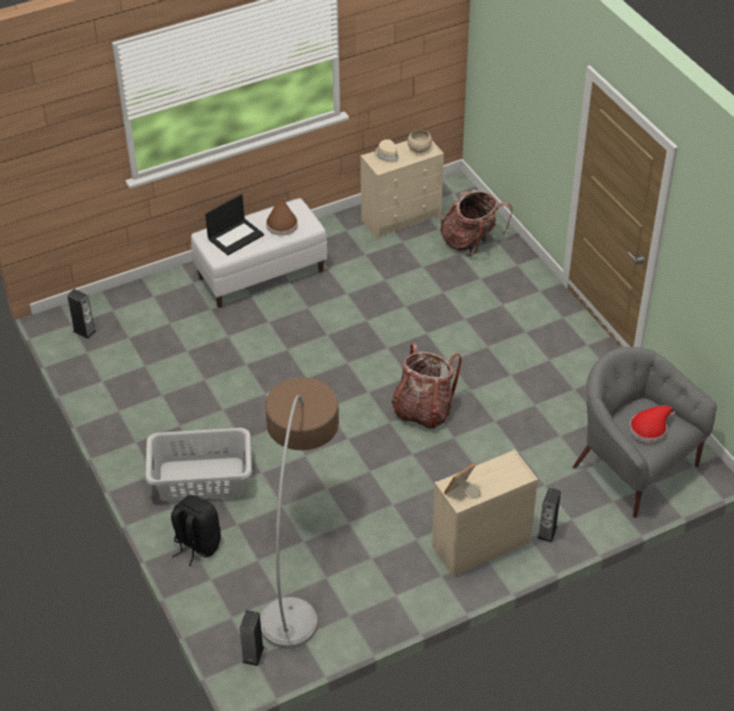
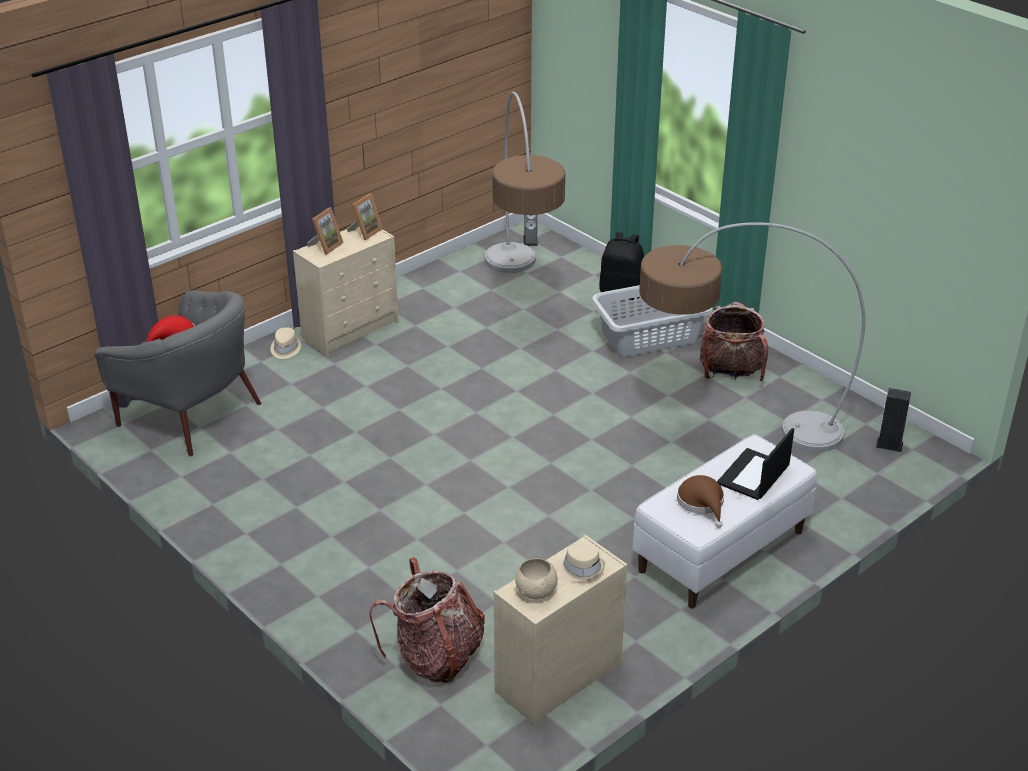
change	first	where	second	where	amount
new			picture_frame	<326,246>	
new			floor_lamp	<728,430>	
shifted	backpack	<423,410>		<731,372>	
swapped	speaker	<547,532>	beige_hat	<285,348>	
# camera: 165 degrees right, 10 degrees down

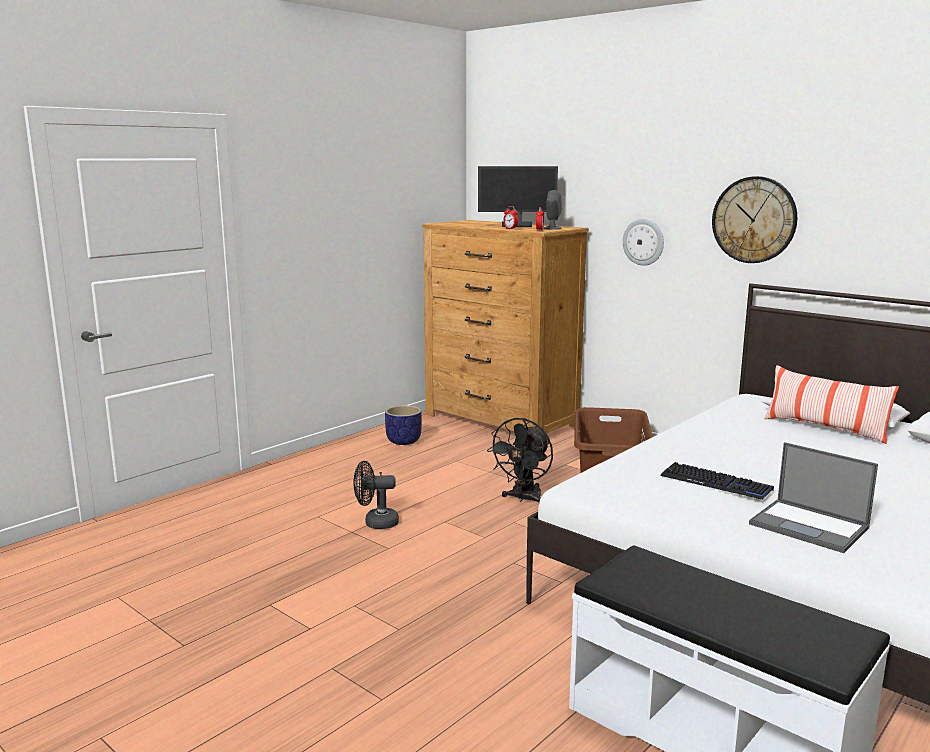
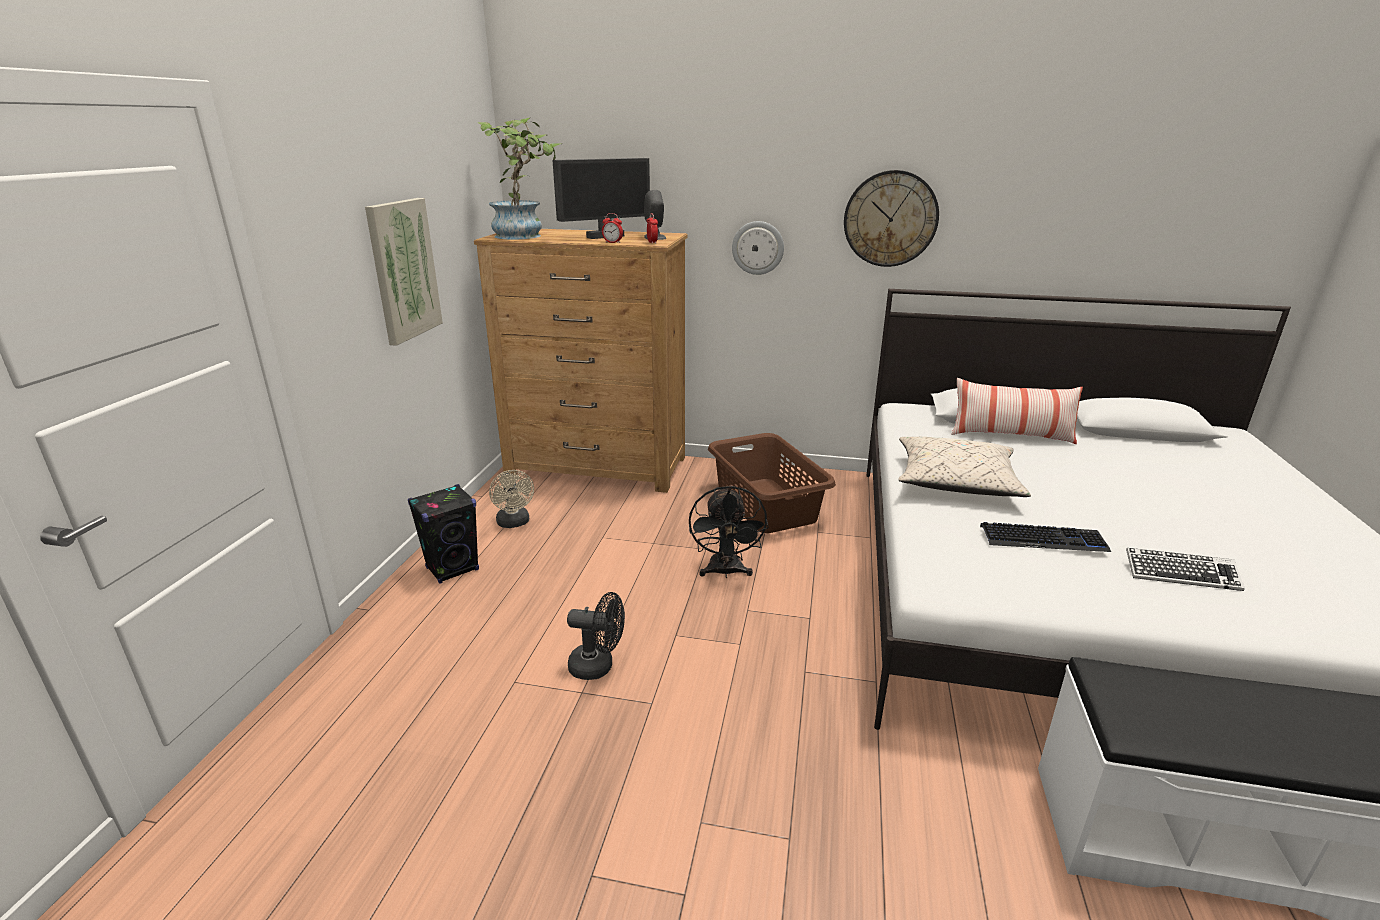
change	first	where	second	where	amount
new			picture	<403,270>	
new			black_speaker	<453,569>	
new			potted_plant	<524,235>	
new			beige_pillow	<955,482>	
swapped	planter	<404,441>	beige_fan	<514,523>	
swapped	laptop	<810,526>	keyboard	<1180,574>	
rotated	black_fan	<375,523>		<598,666>	135 degrees counterclockwise
# camera: 30 degrees left, 10 degrees up

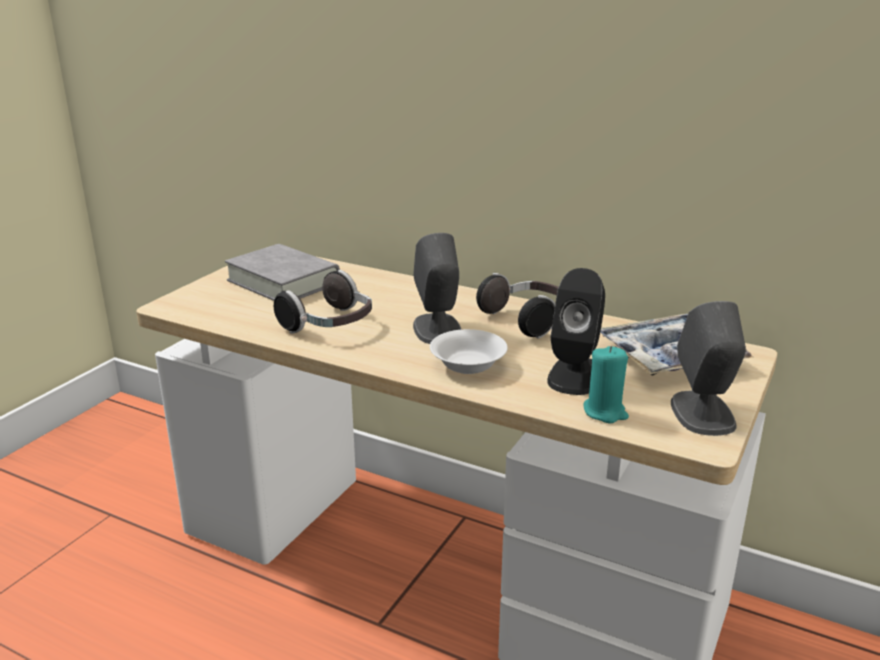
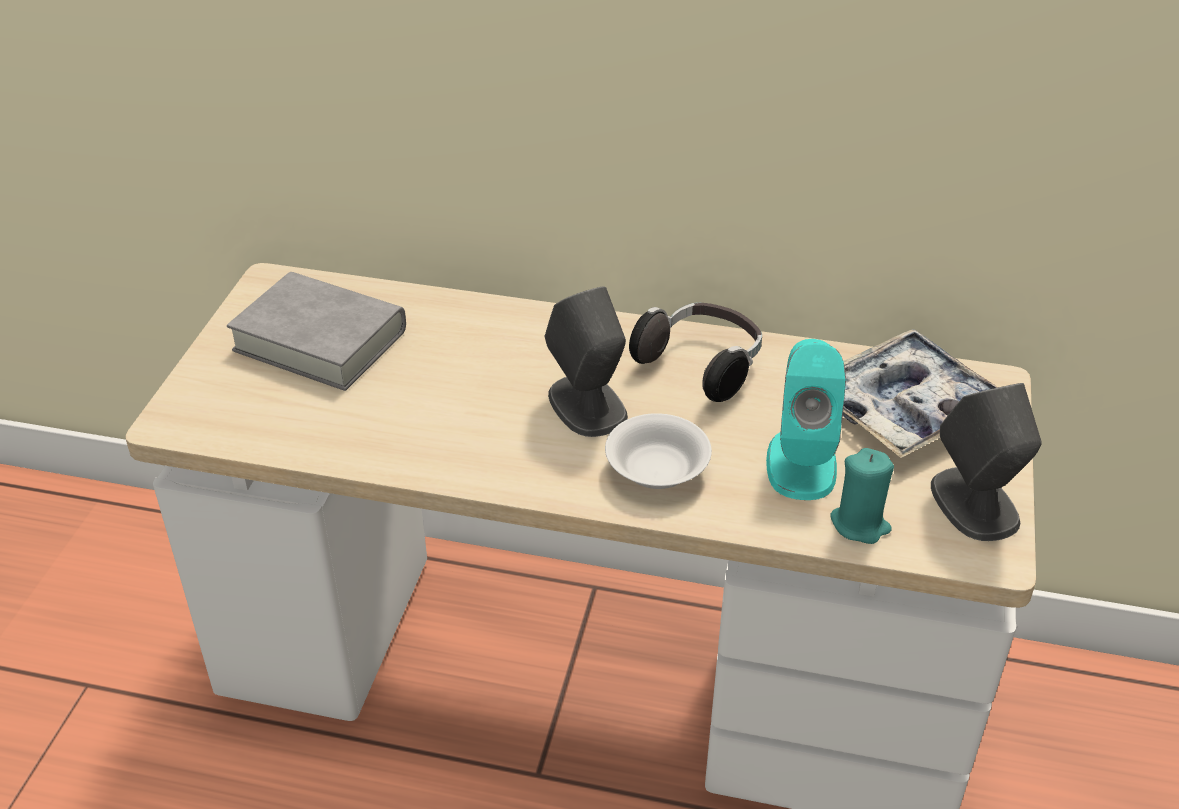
change	first	where	second	where	amount
gone	headphones	<330,325>			
repainted	black_speaker	<576,375>	turquoise_speaker	<801,463>	
# camera: 15 degrees left, 15 degrees up

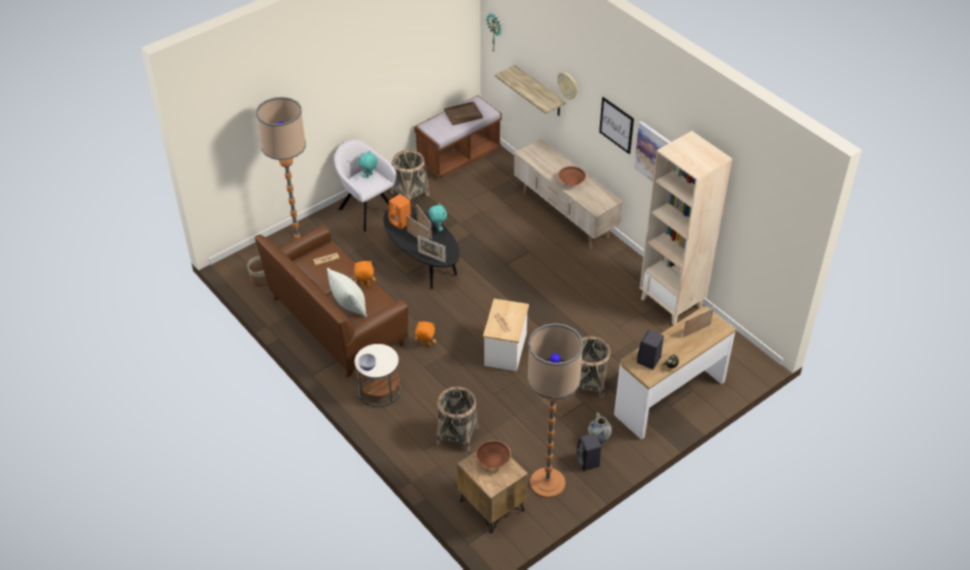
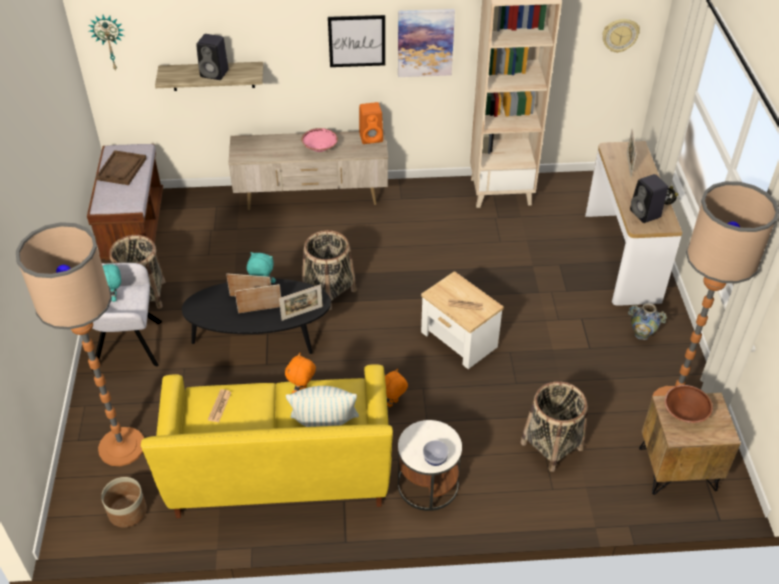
change	first	where	second	where	amount
shifted	orange_speaker	<401,222>		<372,137>	
shifted	wall_clock	<568,85>		<620,35>	
shifted	basket	<588,384>		<329,291>	
shifted	black_speaker	<588,462>		<215,73>	
repainted	brown_sofa	<336,322>	yellow_sofa	<279,469>	
repainted	brown_bowl	<571,182>	pink_bowl	<319,147>	
# camera: 55 degrees left, 0 degrees up

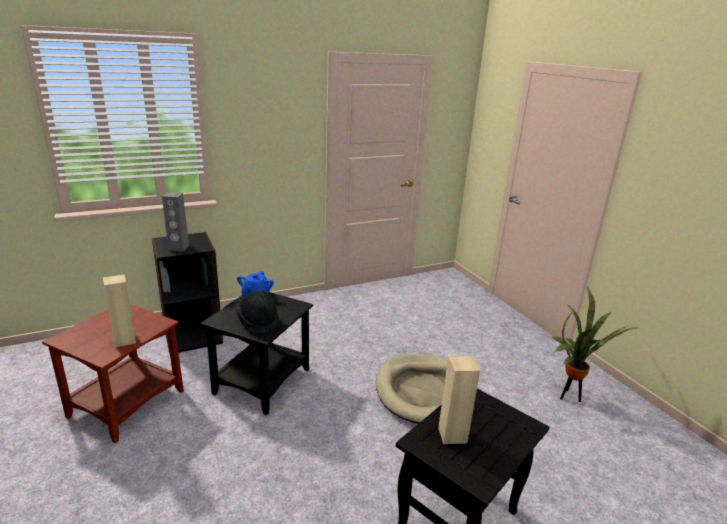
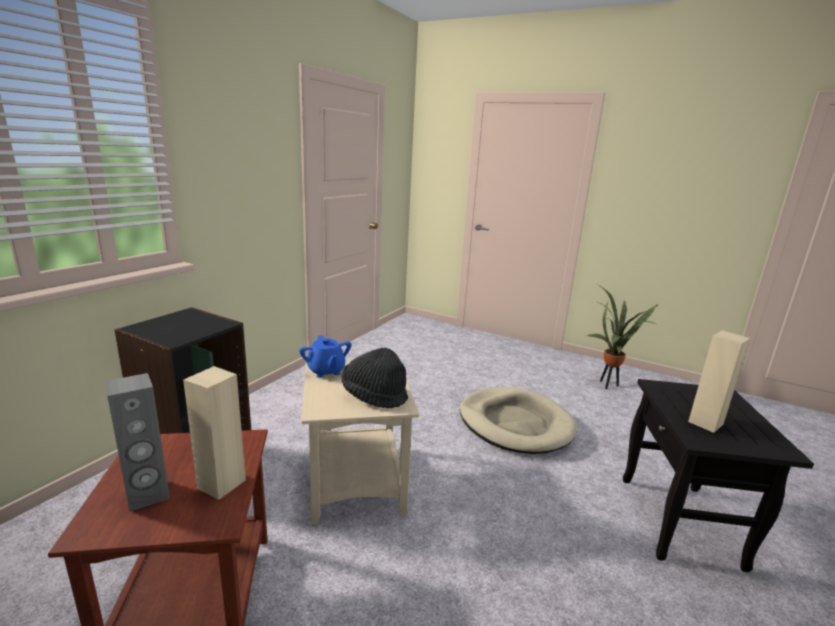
change	first	where	second	where	amount
shifted	grey_speaker	<178,248>		<148,495>	
repainted	black_side_table	<261,381>	beige_side_table	<354,481>	
# camera: 35 degrees left, 5 degrees down

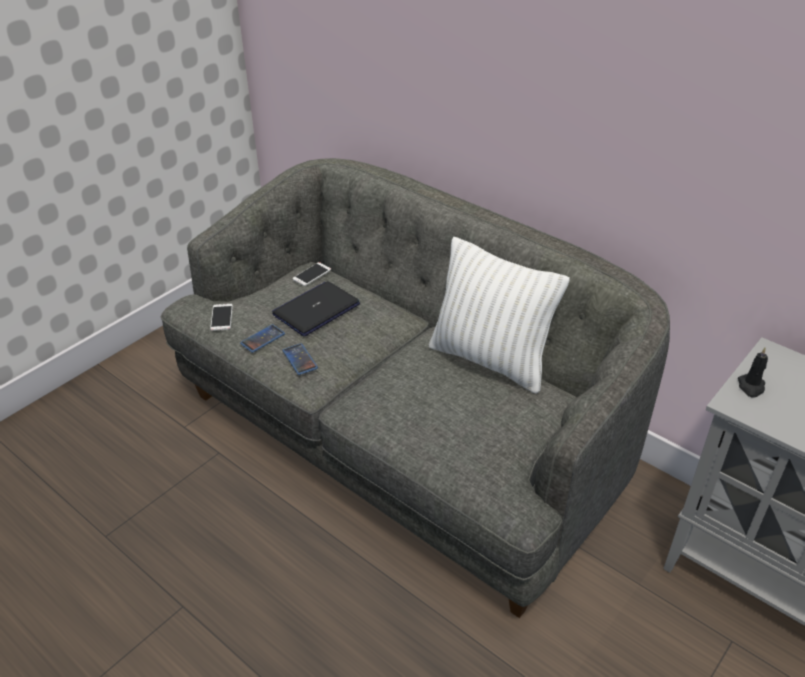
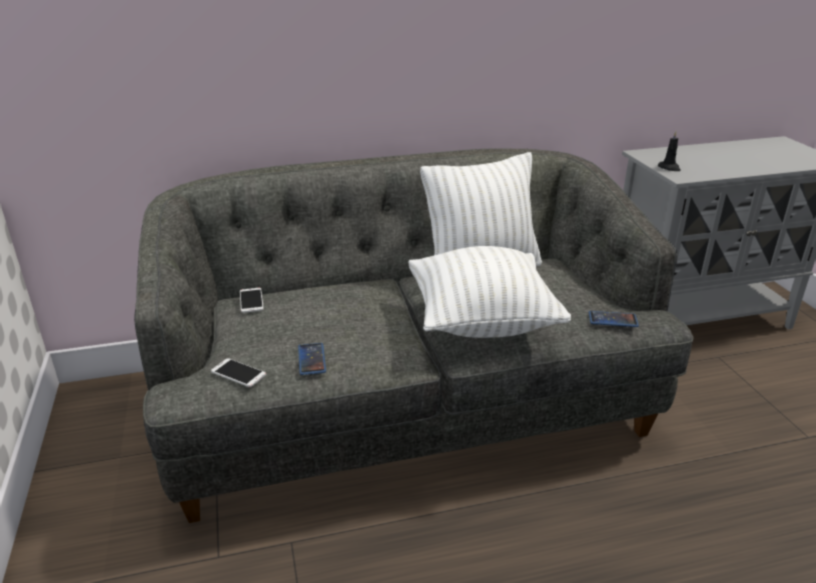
change	first	where	second	where	amount
gone	laptop	<316,309>			
new			white_pillow	<481,321>	
shifted	phone	<300,359>		<613,319>	
# camera: 55 degrees left, 10 degrees down

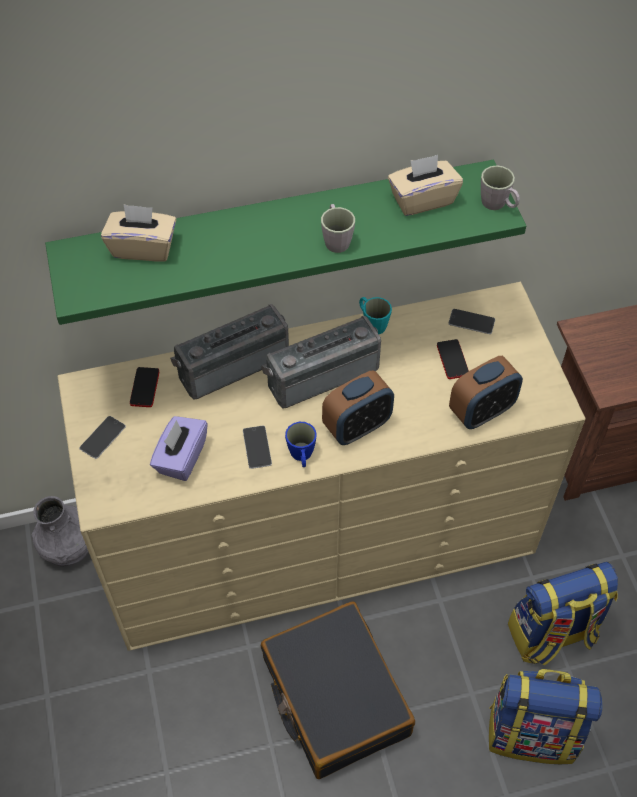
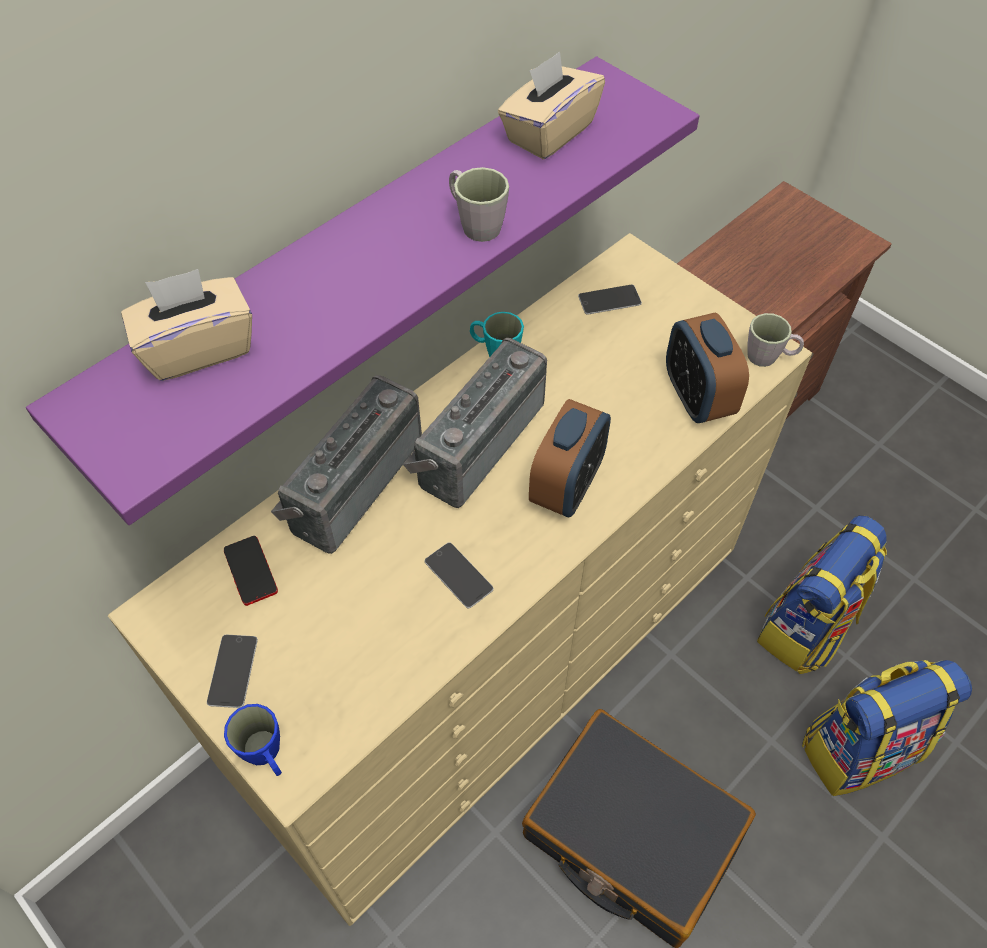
change	first	where	second	where	amount
gone	grey_vase	<68,544>			
gone	purple_tissue_box	<181,458>			
gone	phone	<452,360>			
shifted	blue_mug	<302,456>		<266,755>	
shifted	grey_mug	<498,205>		<769,357>	
repainted	green_shelf	<277,227>	purple_shelf	<358,253>	
rotated	alarm_clock	<481,411>		<697,397>	135 degrees clockwise
# camera: 30 degrees left, 0 degrees up

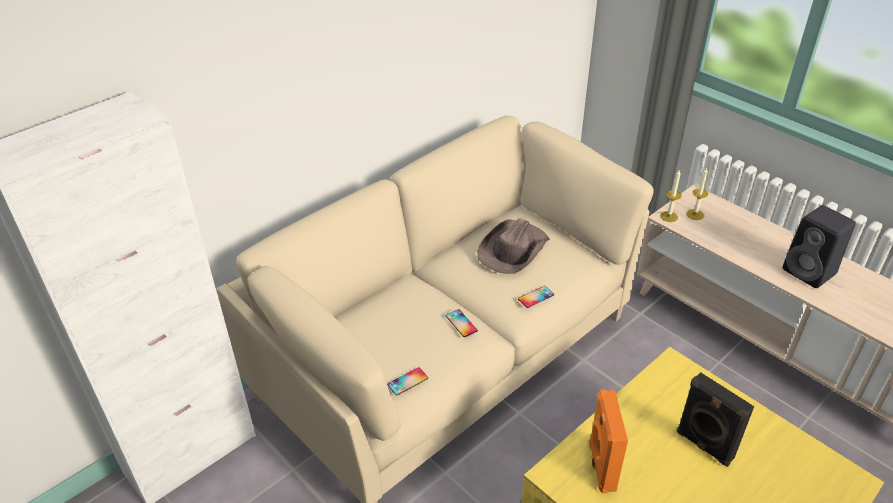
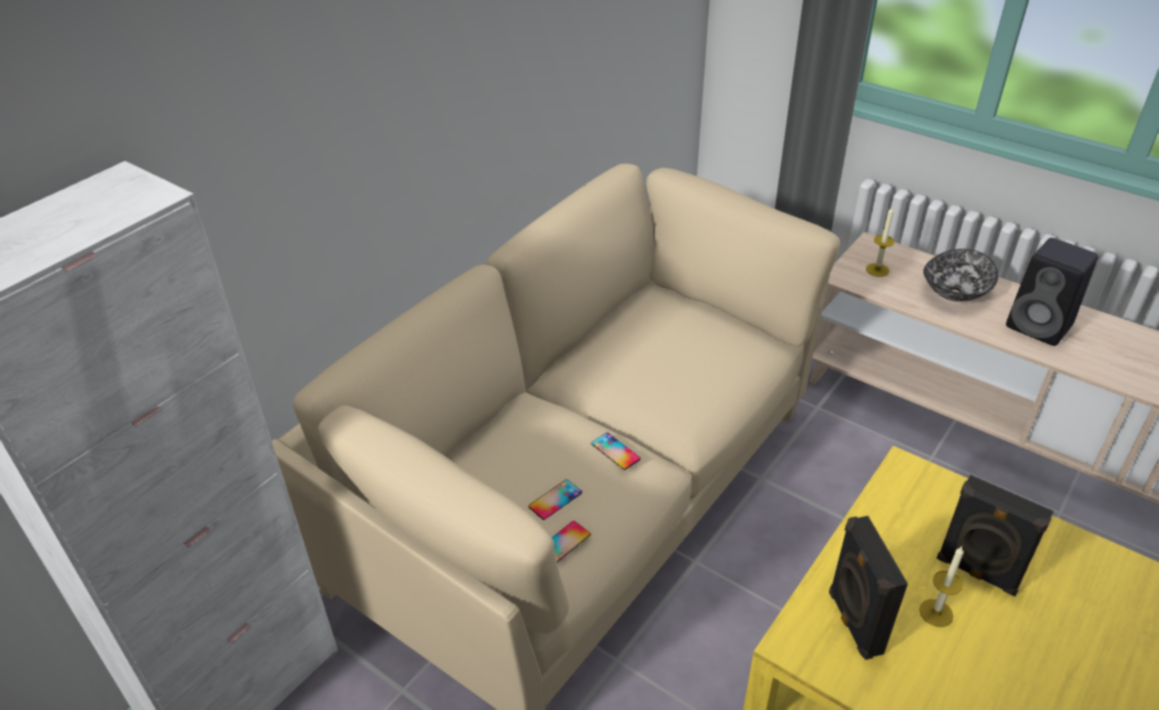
change	first	where	second	where	amount
gone	brown_hat	<513,250>			
new			bowl	<954,291>	
shifted	phone	<536,297>		<555,499>	
shifted	candle	<669,216>		<936,613>	
repainted	orange_speaker	<600,466>	black_speaker	<853,622>	
# camera: 10 degrees left, 0 degrees up

